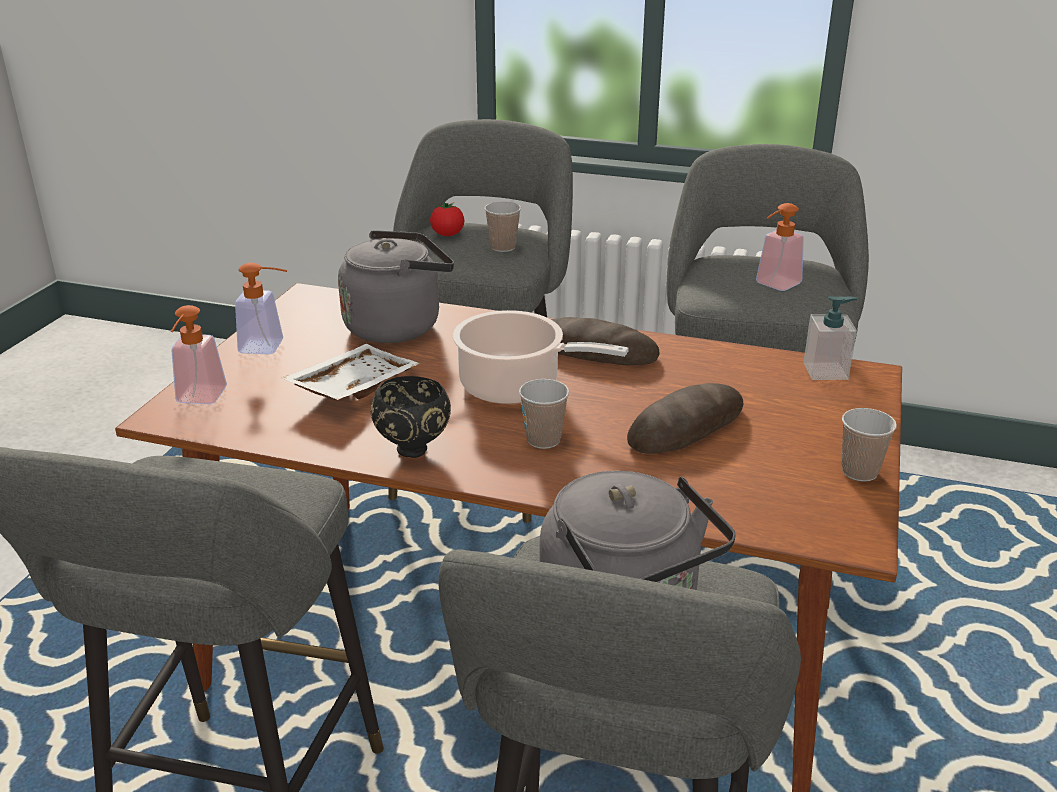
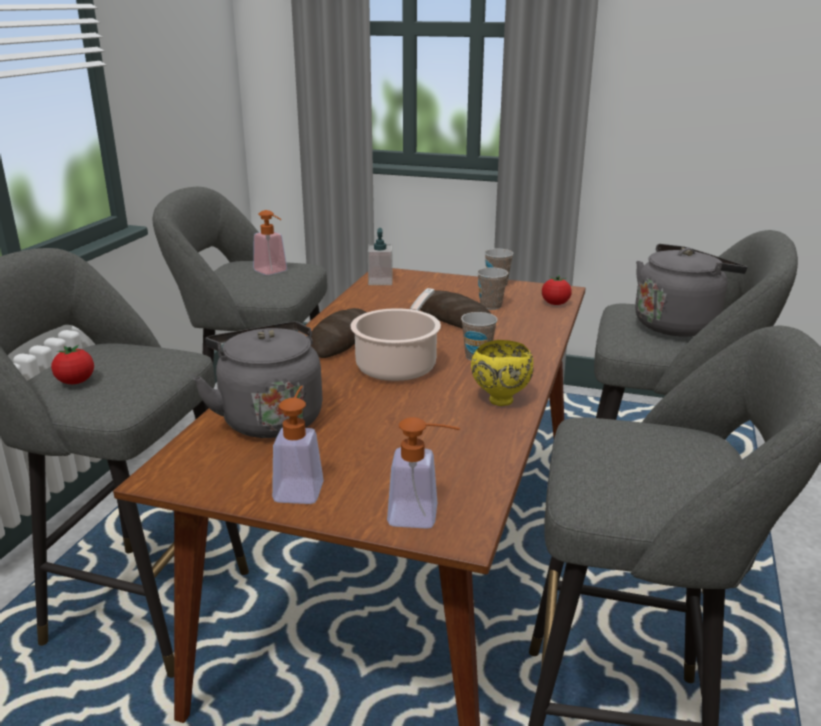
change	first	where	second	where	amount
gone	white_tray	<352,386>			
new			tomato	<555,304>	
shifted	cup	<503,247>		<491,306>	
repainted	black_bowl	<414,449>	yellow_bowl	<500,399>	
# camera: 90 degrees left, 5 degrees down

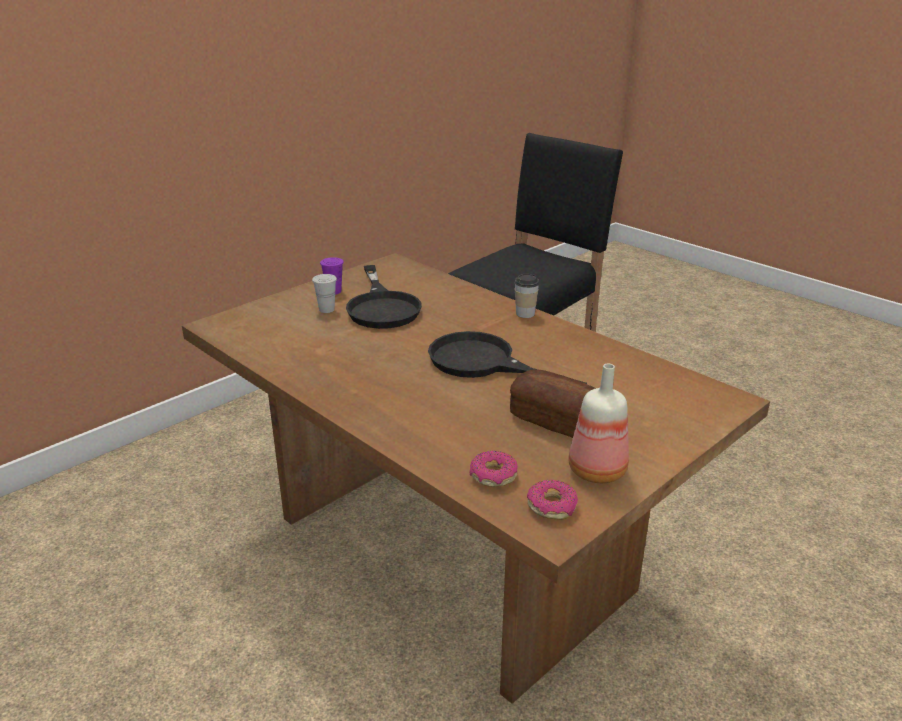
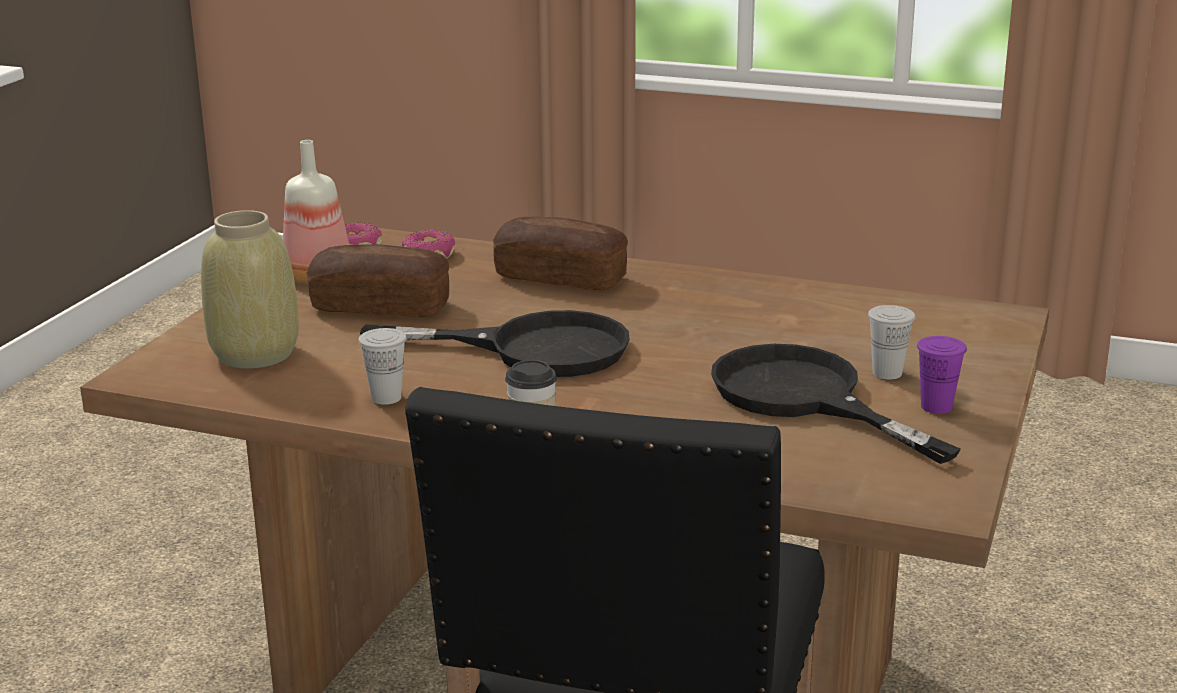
change	first	where	second	where	amount
new			beige_vase	<256,355>	
new			white_cup	<386,398>	
new			bread	<561,278>	
# camera: 155 degrees right, 5 degrees down

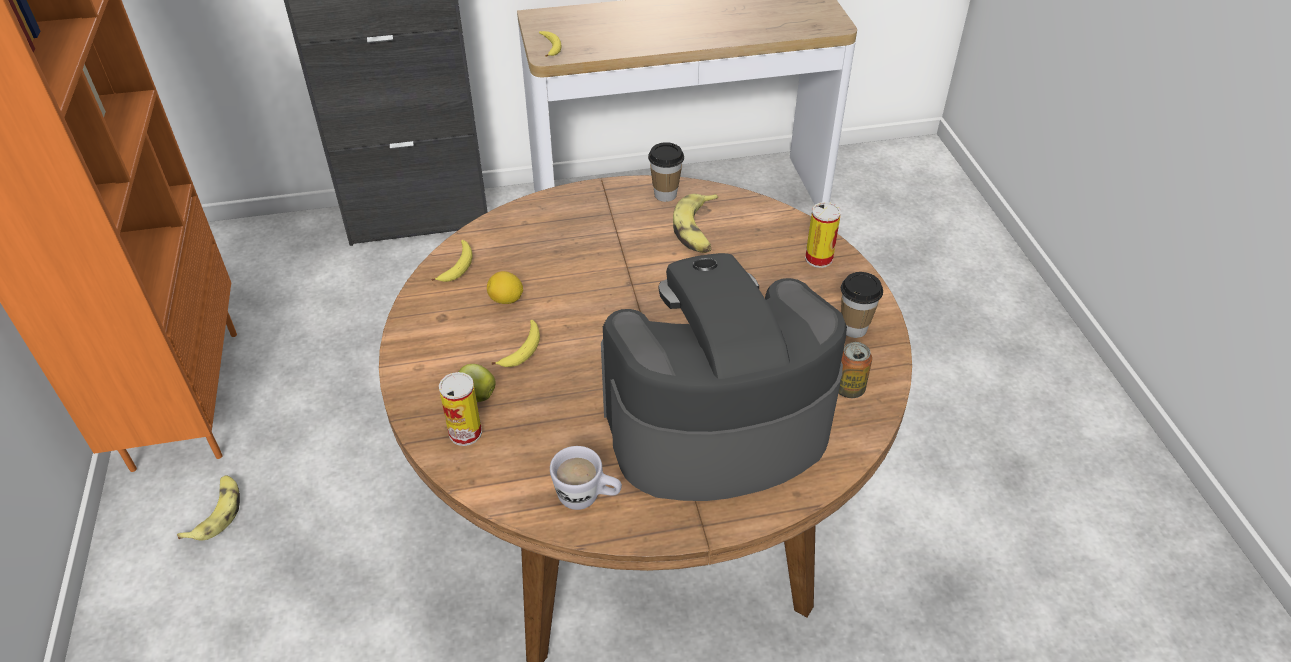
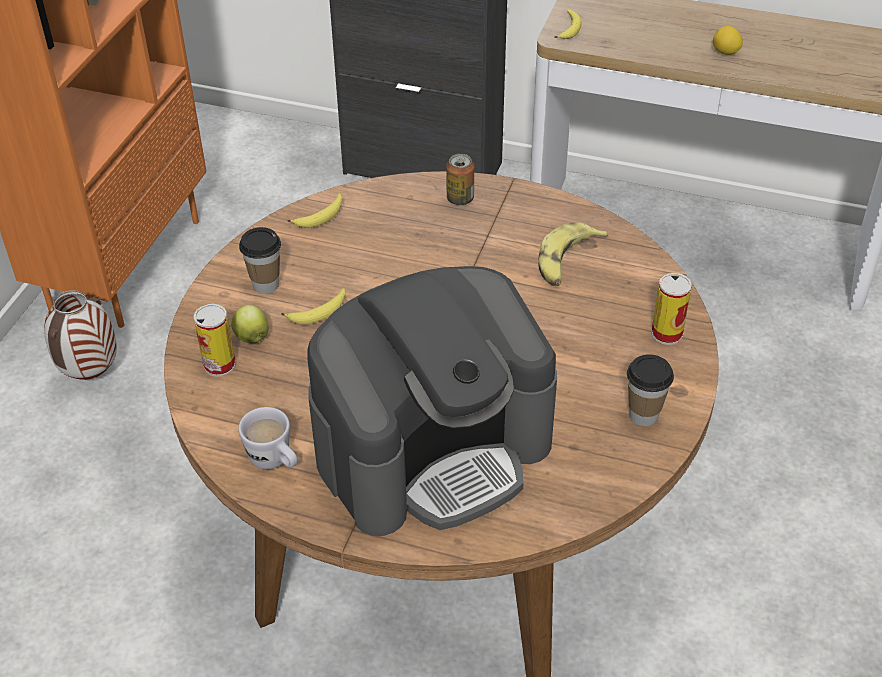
change	first	where	second	where	amount
shifted	lemon	<506,300>		<725,53>	
shifted	cup	<665,195>		<265,285>	
shifted	can	<849,389>		<460,199>	
swapped	banana	<216,513>	vase	<91,373>	
rotated	coffee_machine	<715,426>		<433,449>	135 degrees clockwise
# camera: 30 degrees right, 0 degrees up

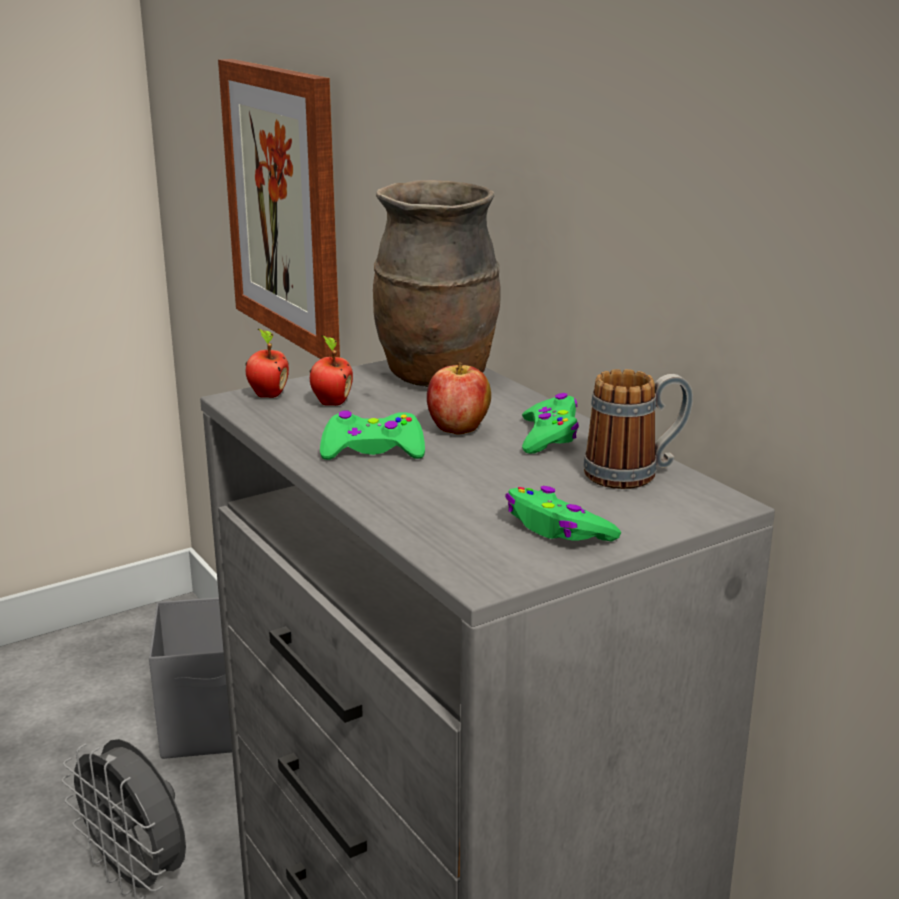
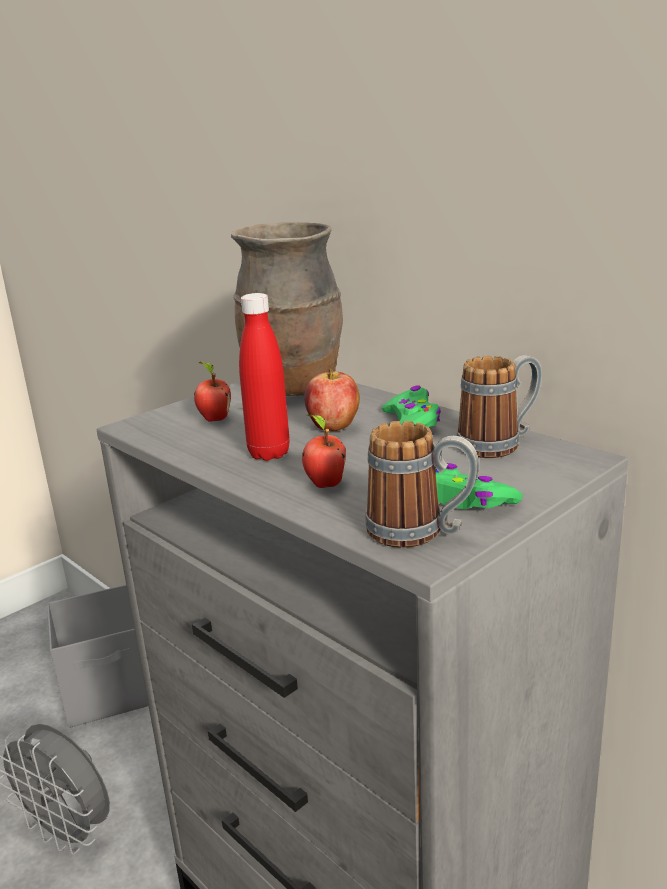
change	first	where	second	where	amount
gone	picture	<284,205>			
new			mug	<420,533>	
shifted	apple	<267,395>		<324,484>	
swapped	green_game_controller	<372,450>	red_bottle	<269,453>	
# camera: 10 degrees left, 0 degrees up

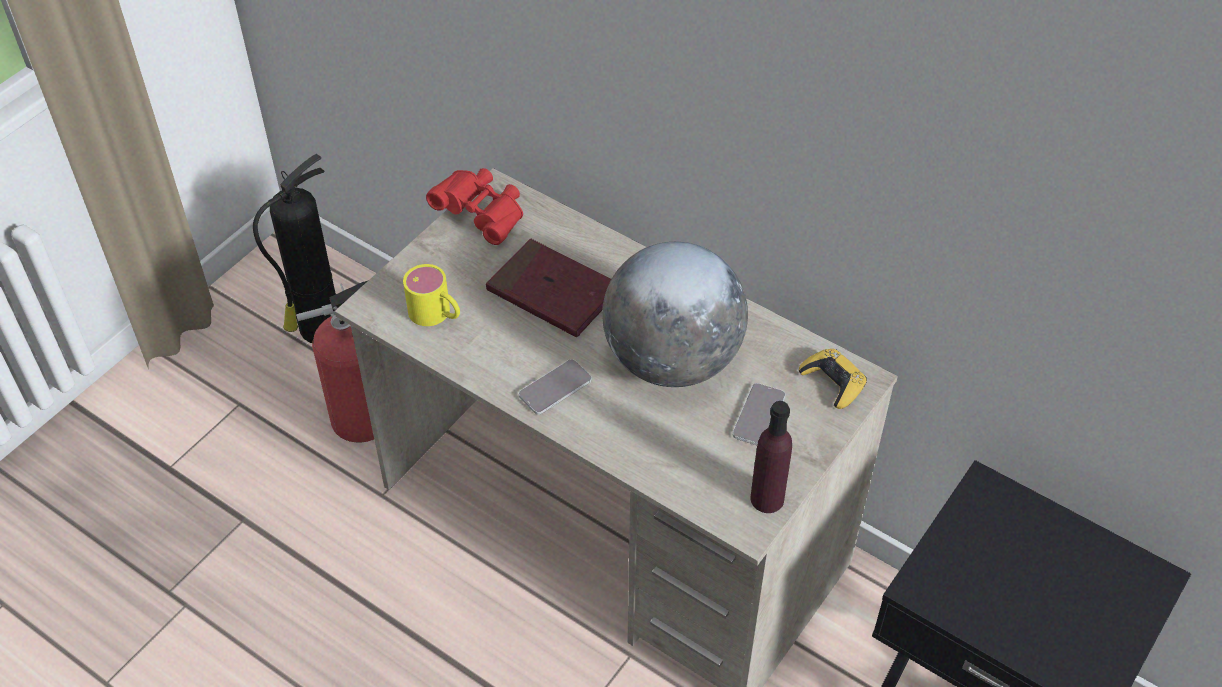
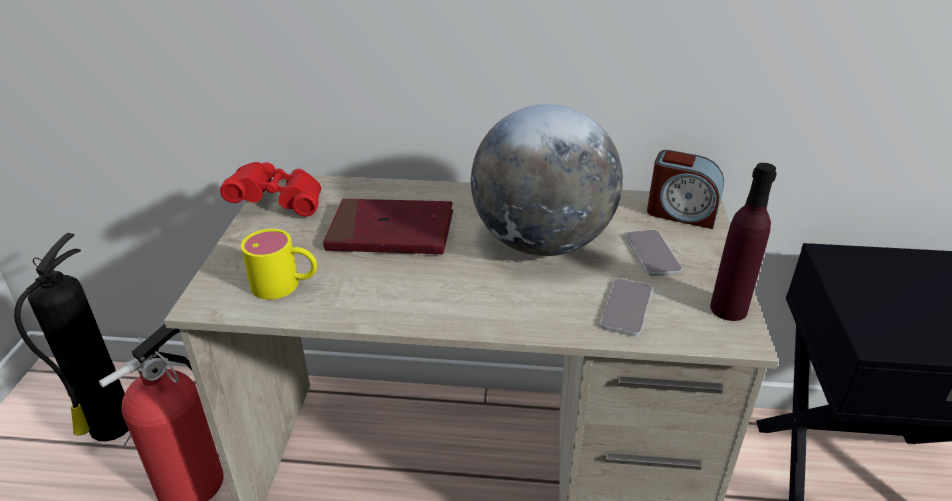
change	first	where	second	where	amount
shifted	phone	<555,388>		<626,308>	
swapped	yellow_game_controller	<833,382>	alarm_clock	<681,213>	
# camera: 30 degrees left, 15 degrees down

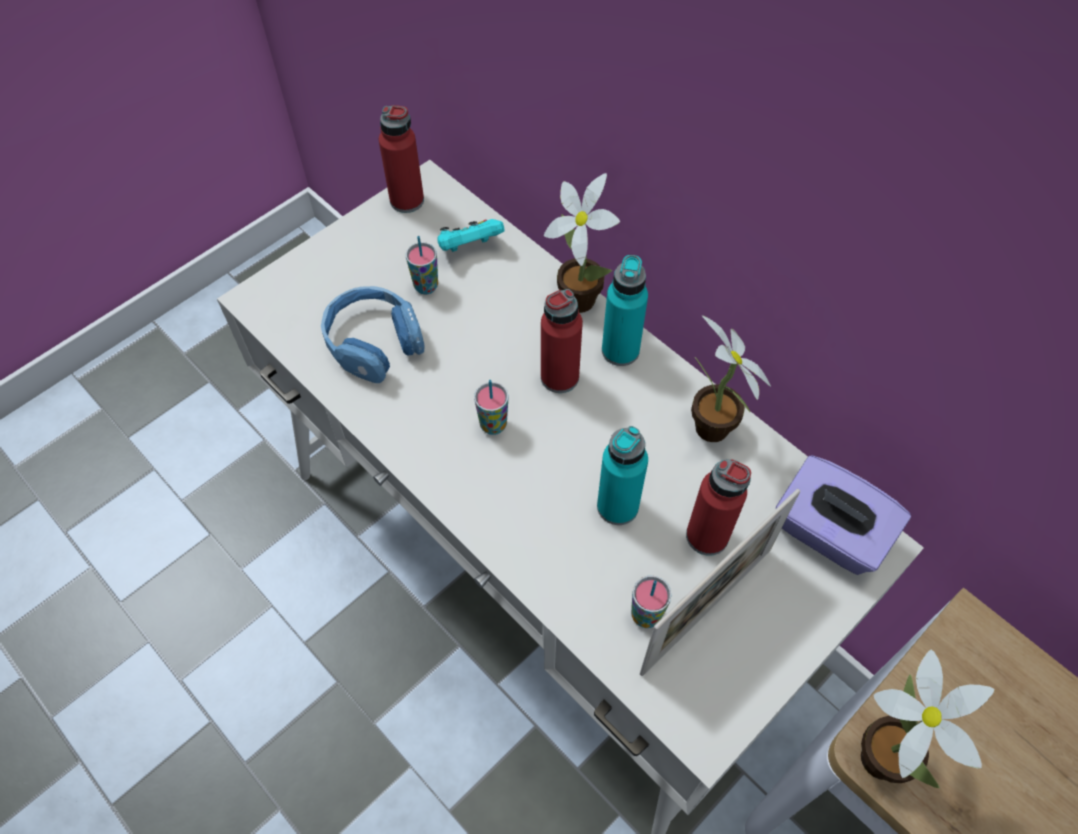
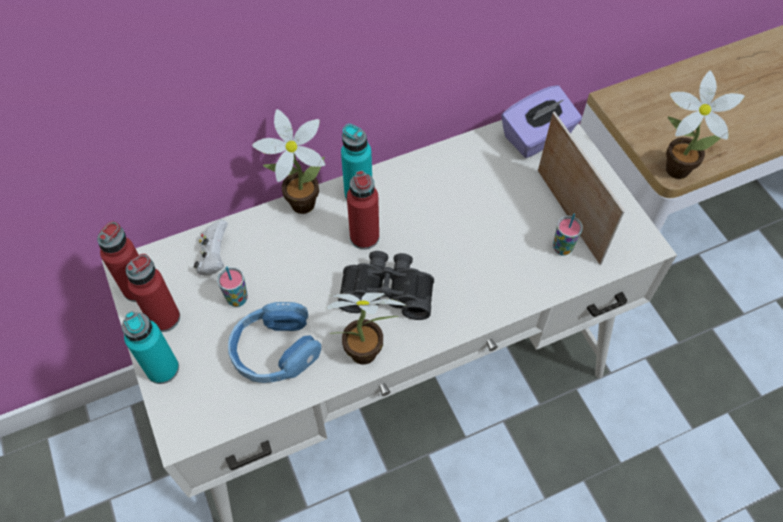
change	first	where	second	where	amount
shifted	turquoise_bottle	<617,506>		<163,369>	
shifted	red_bottle	<707,536>		<164,318>	
shifted	potted_plant	<712,433>		<368,353>	
swapped	cup	<493,425>	black_binoculars	<387,290>	
repainted	turquoise_game_controller	<469,247>	white_game_controller	<214,258>	
# camera: 70 degrees left, 0 degrees up

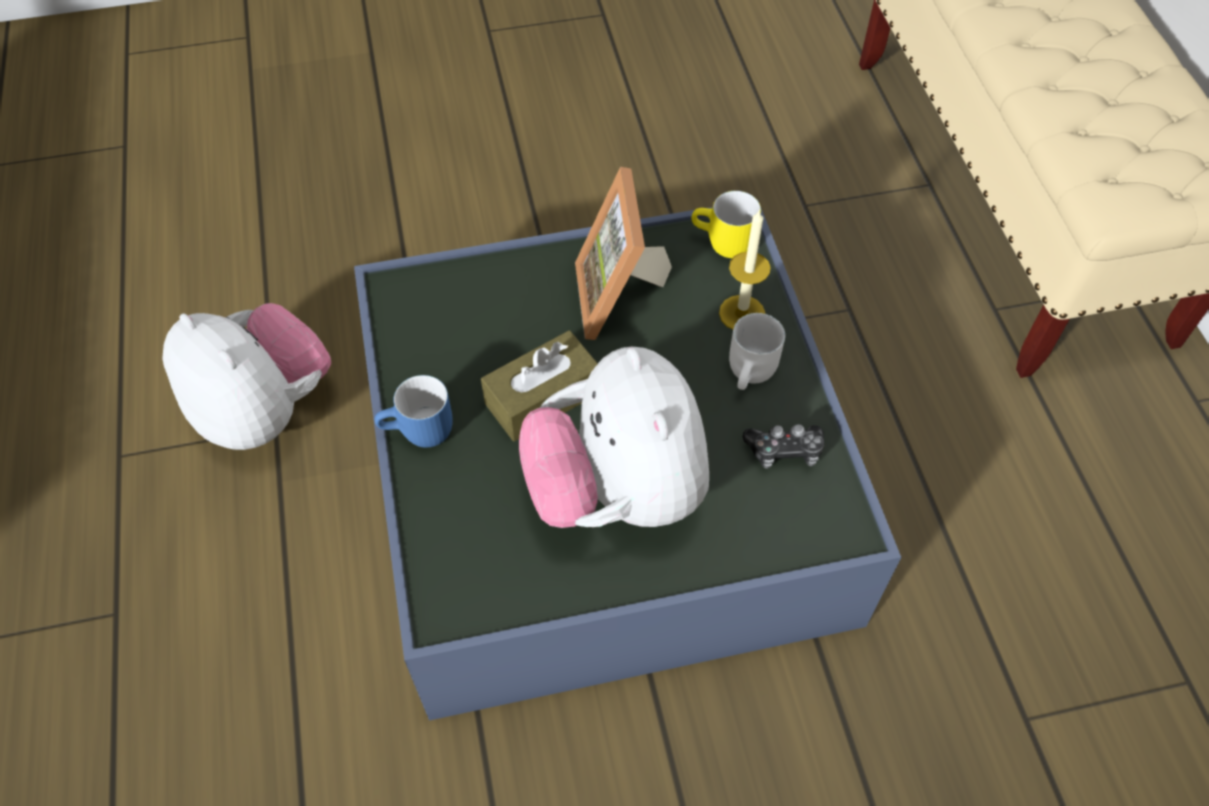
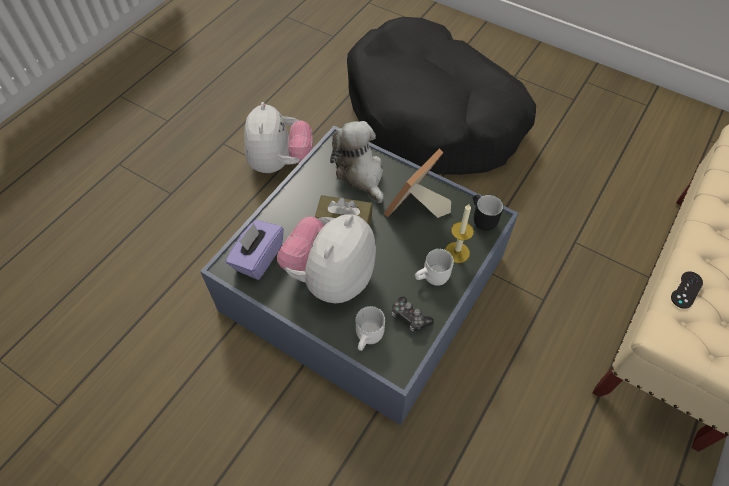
change	first	where	second	where	amount
gone	blue_mug	<420,433>			
new			purple_tissue_box	<258,258>	
new			plush_toy	<360,173>	
new			black_dog_bed	<433,116>	
new			white_mug	<370,338>	
new			black_game_controller	<686,290>	
repainted	yellow_mug	<723,244>	black_mug	<481,219>	
# camera: 45 degrees right, 0 degrees up

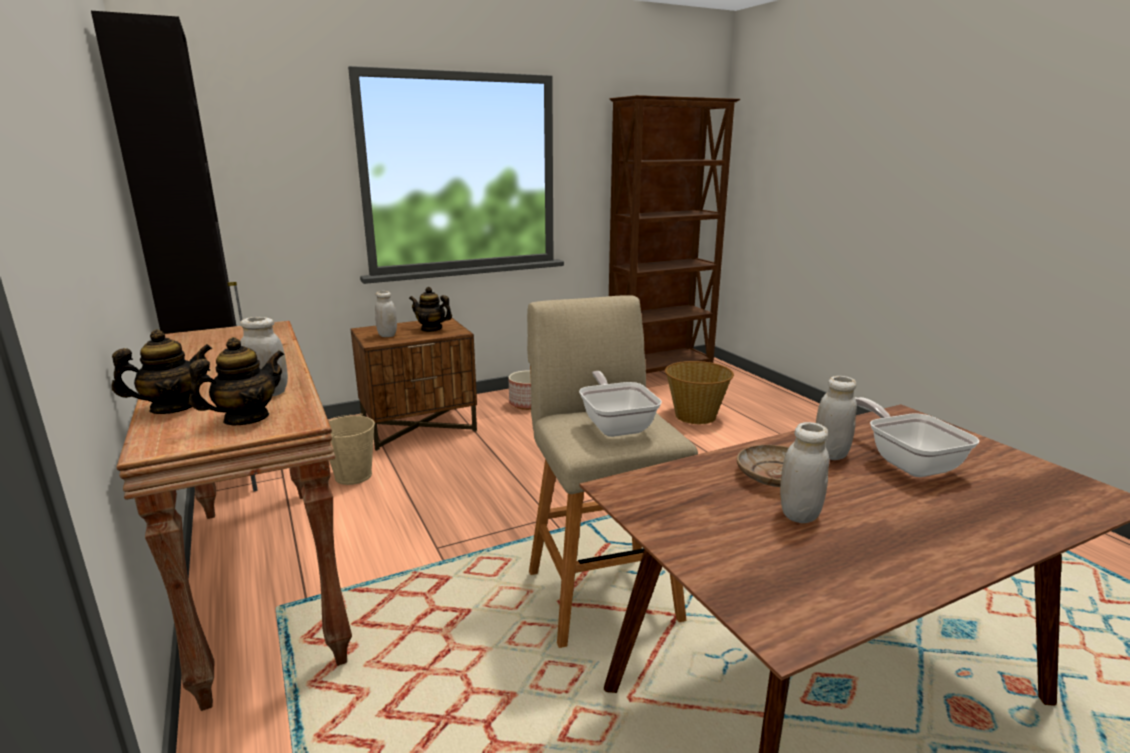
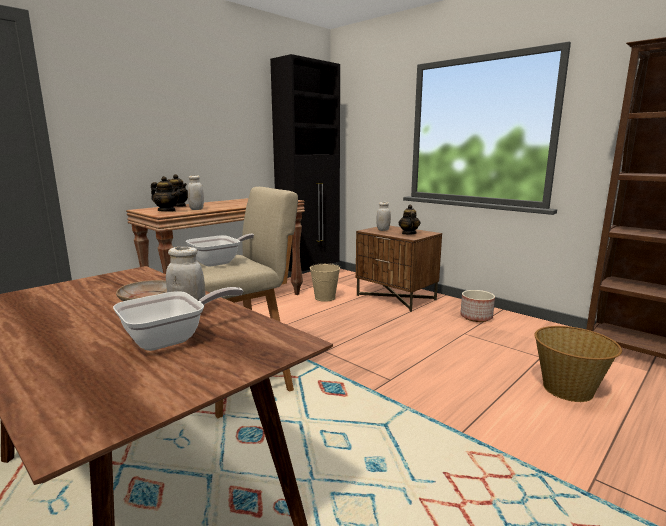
change	first	where	second	where	amount
gone	white_jar	<799,514>			
# camera: 70 degrees right, 5 degrees down

